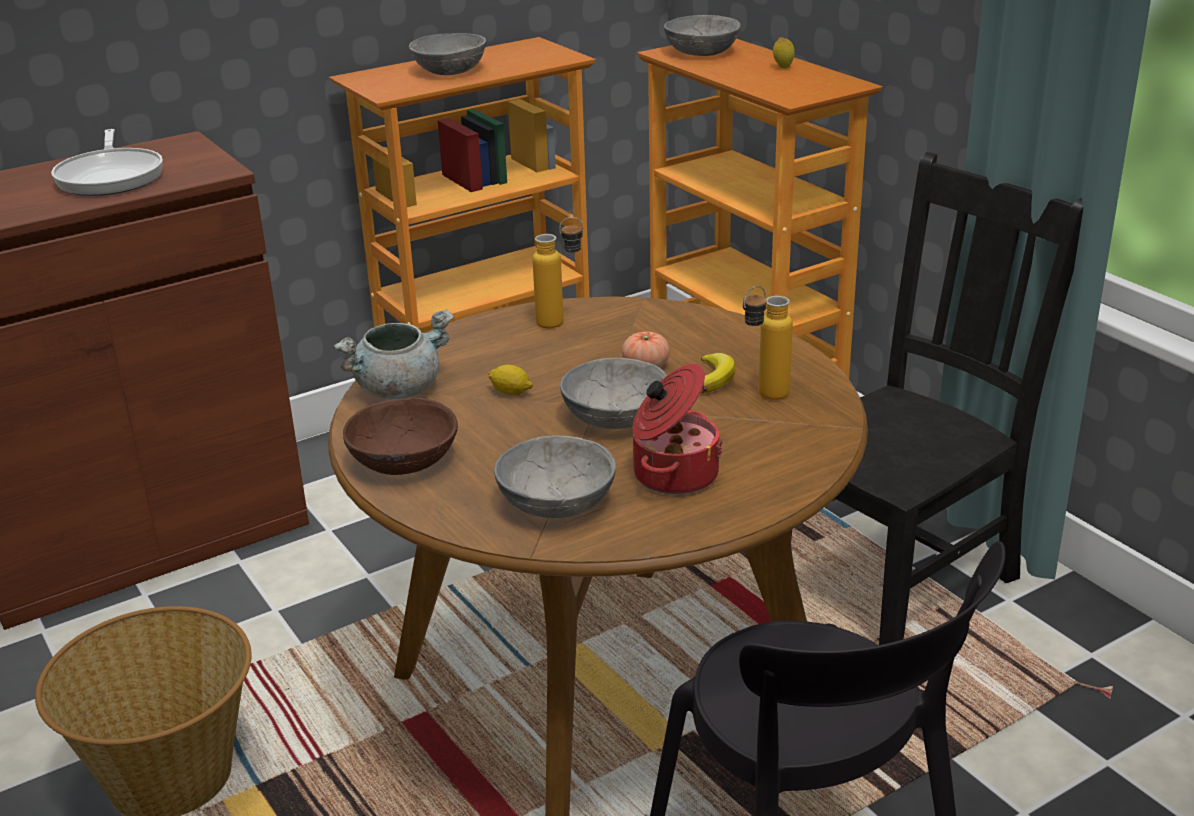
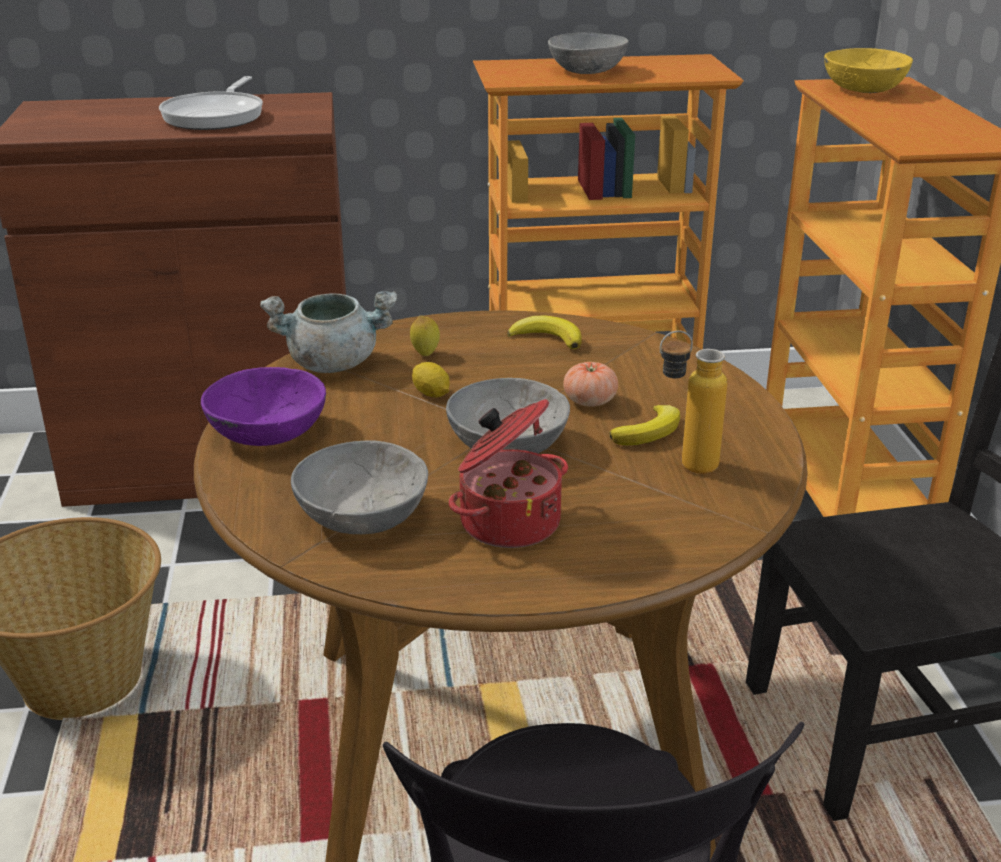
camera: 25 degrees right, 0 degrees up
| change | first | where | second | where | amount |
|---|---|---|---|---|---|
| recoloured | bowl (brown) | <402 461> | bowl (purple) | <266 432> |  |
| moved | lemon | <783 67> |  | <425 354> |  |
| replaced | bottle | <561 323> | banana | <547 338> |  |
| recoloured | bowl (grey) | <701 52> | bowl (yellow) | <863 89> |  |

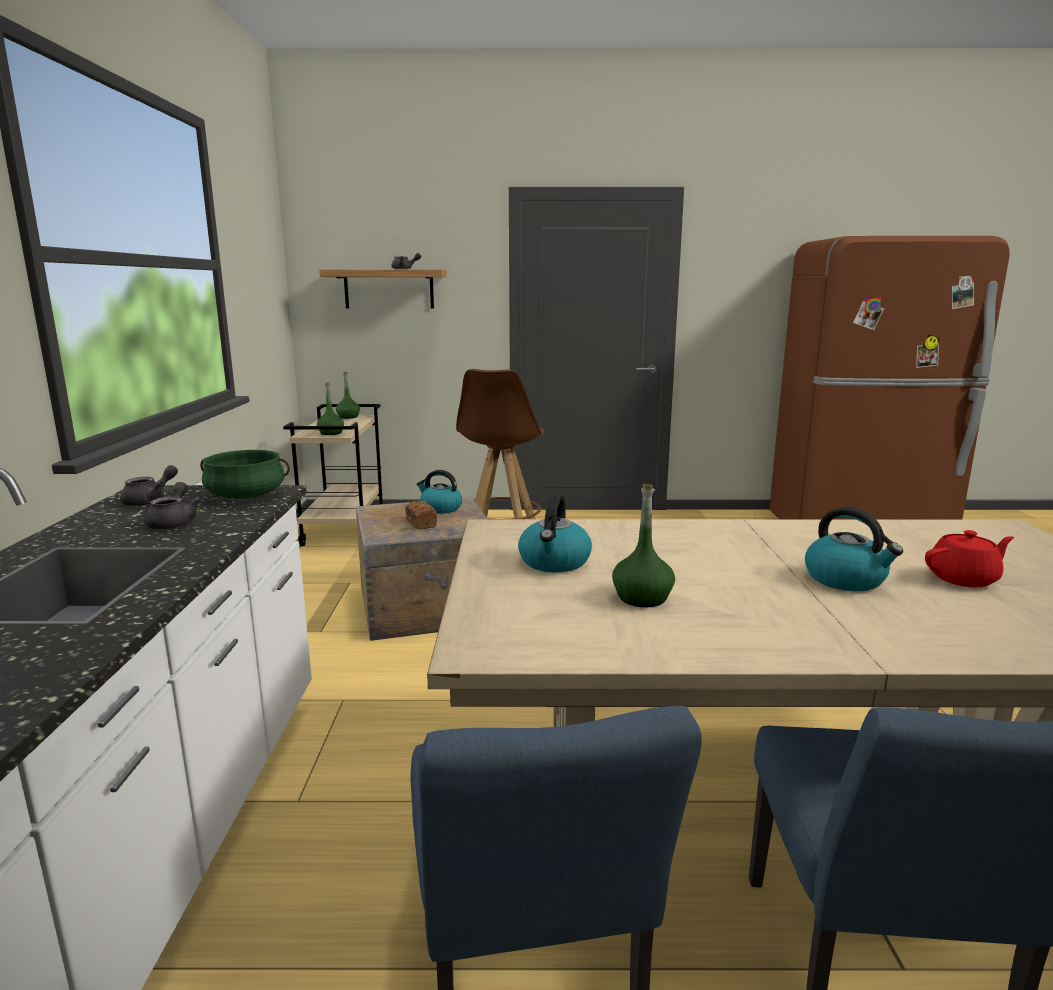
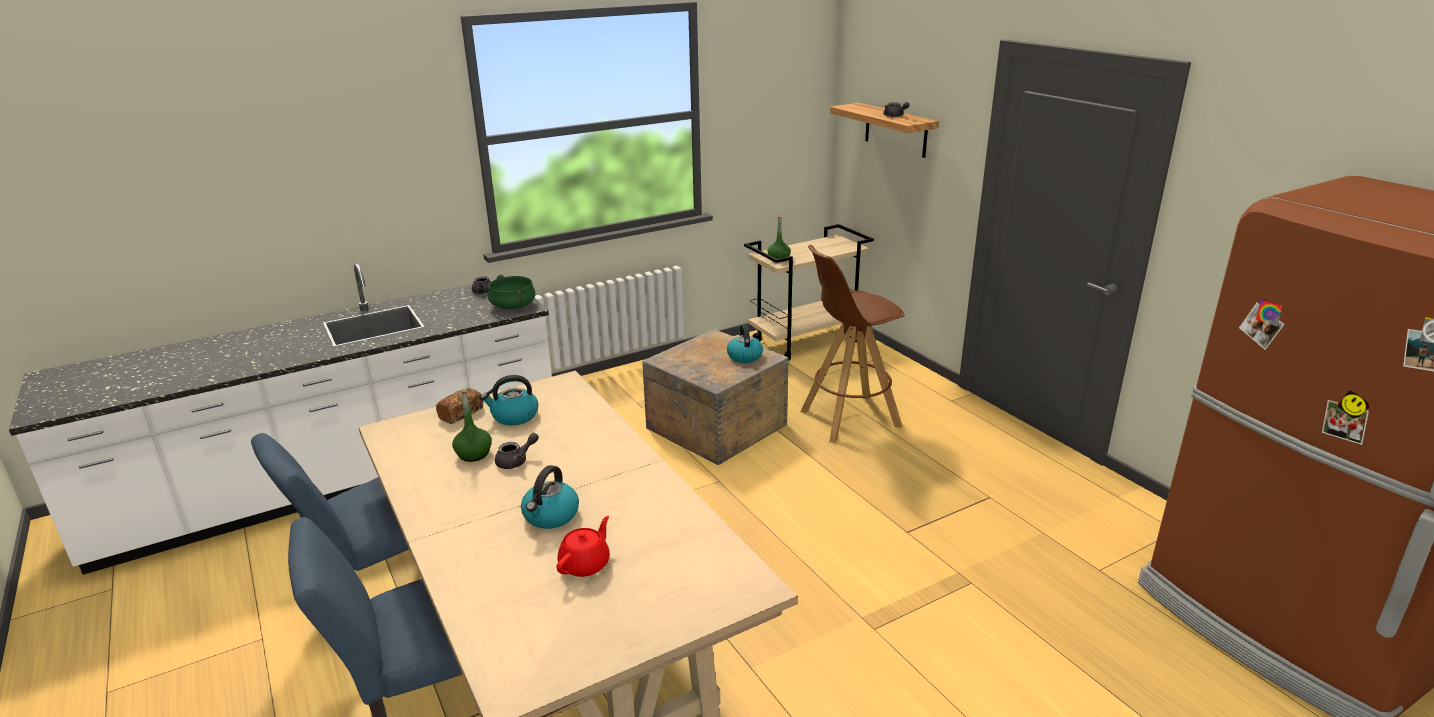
camera: 60 degrees right, 10 degrees up
| change | first | where | second | where | amount |
|---|---|---|---|---|---|
| moved | bread | <421 523> |  | <461 413> |  |
| moved | teapot (grey) | <174 522> |  | <516 461> |  |
| turned | teapot (red) | <964 579> |  | <585 564> | 105 degrees counterclockwise |
| removed | bottle (green) | <348 417> |  |  |  |

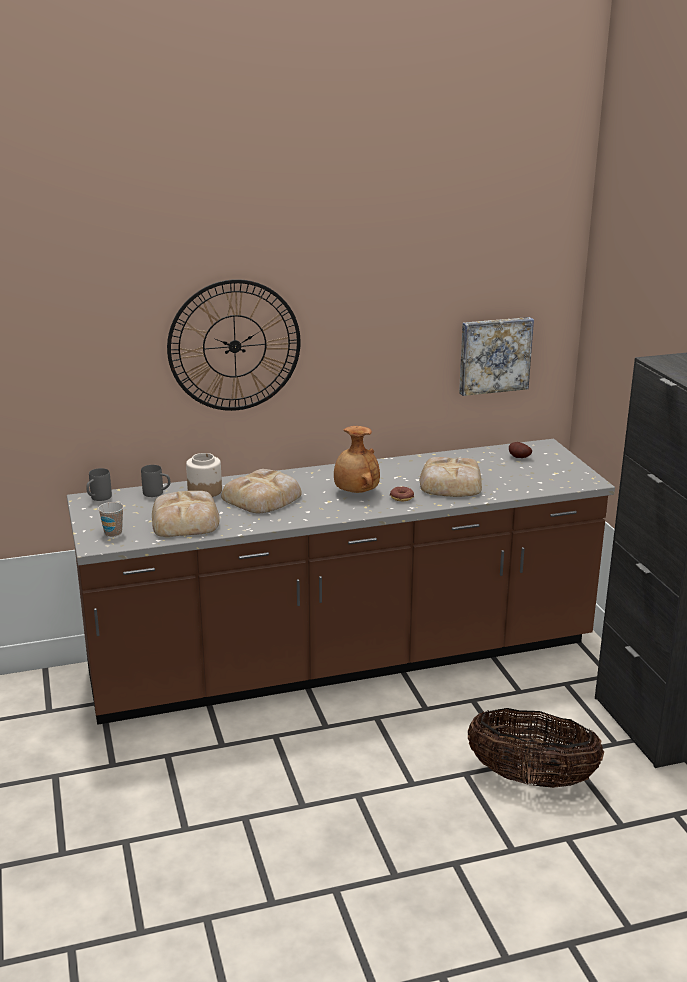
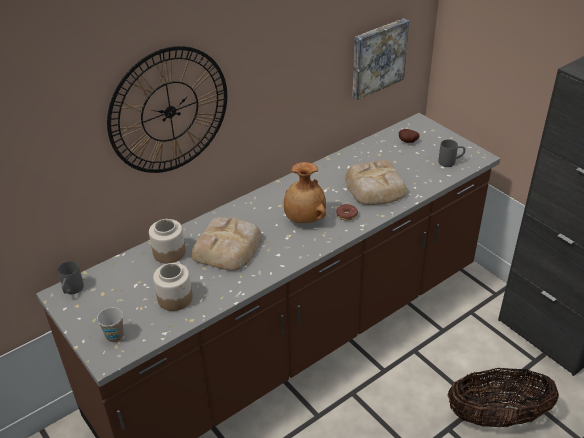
camera: 20 degrees left, 15 degrees up
| change | first | where | second | where | amount |
|---|---|---|---|---|---|
| replaced | bread | <186 520> | jar | <175 298> |  |
| moved | mug (grey) | <157 493> |  | <450 162> |  |

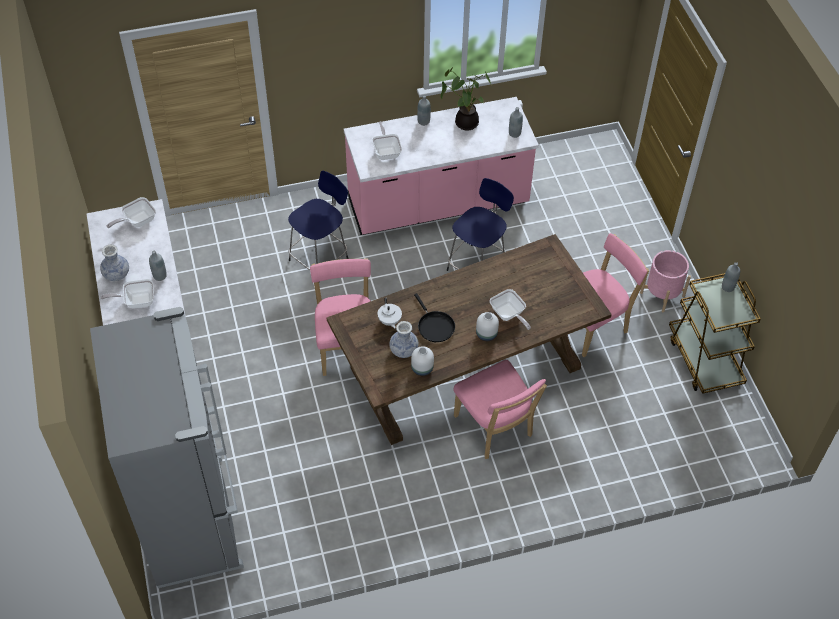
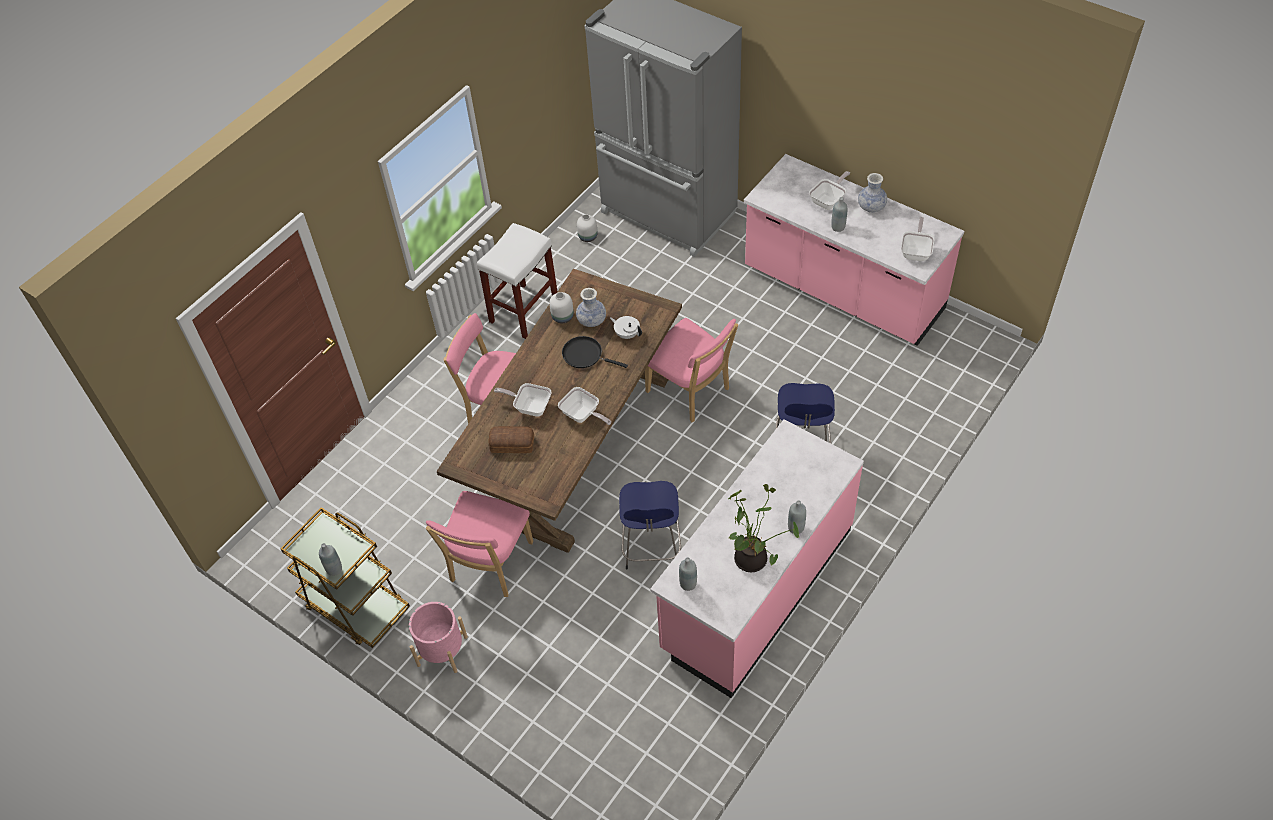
camera: 145 degrees right, 0 degrees up
| change | first | where | second | where | amount |
|---|---|---|---|---|---|
| added |  |  | stool (white) | <524 310> |  |
| added |  |  | bread | <513 444> |  |
| moved | frying pan | <386 151> |  | <582 415> |  |
| moved | vase (white) | <487 334> |  | <587 237> |  |

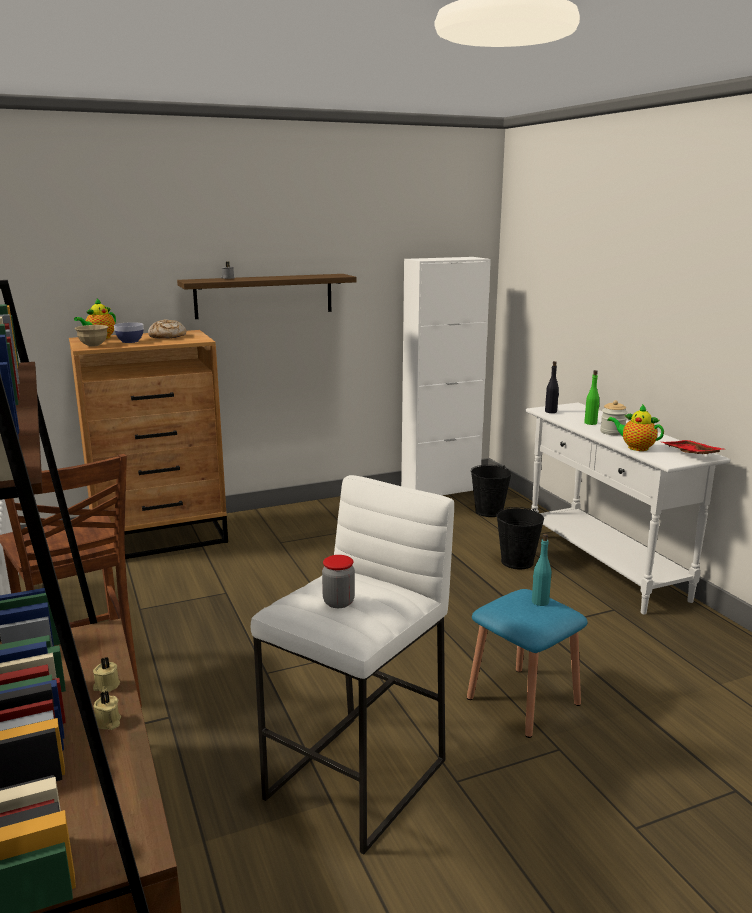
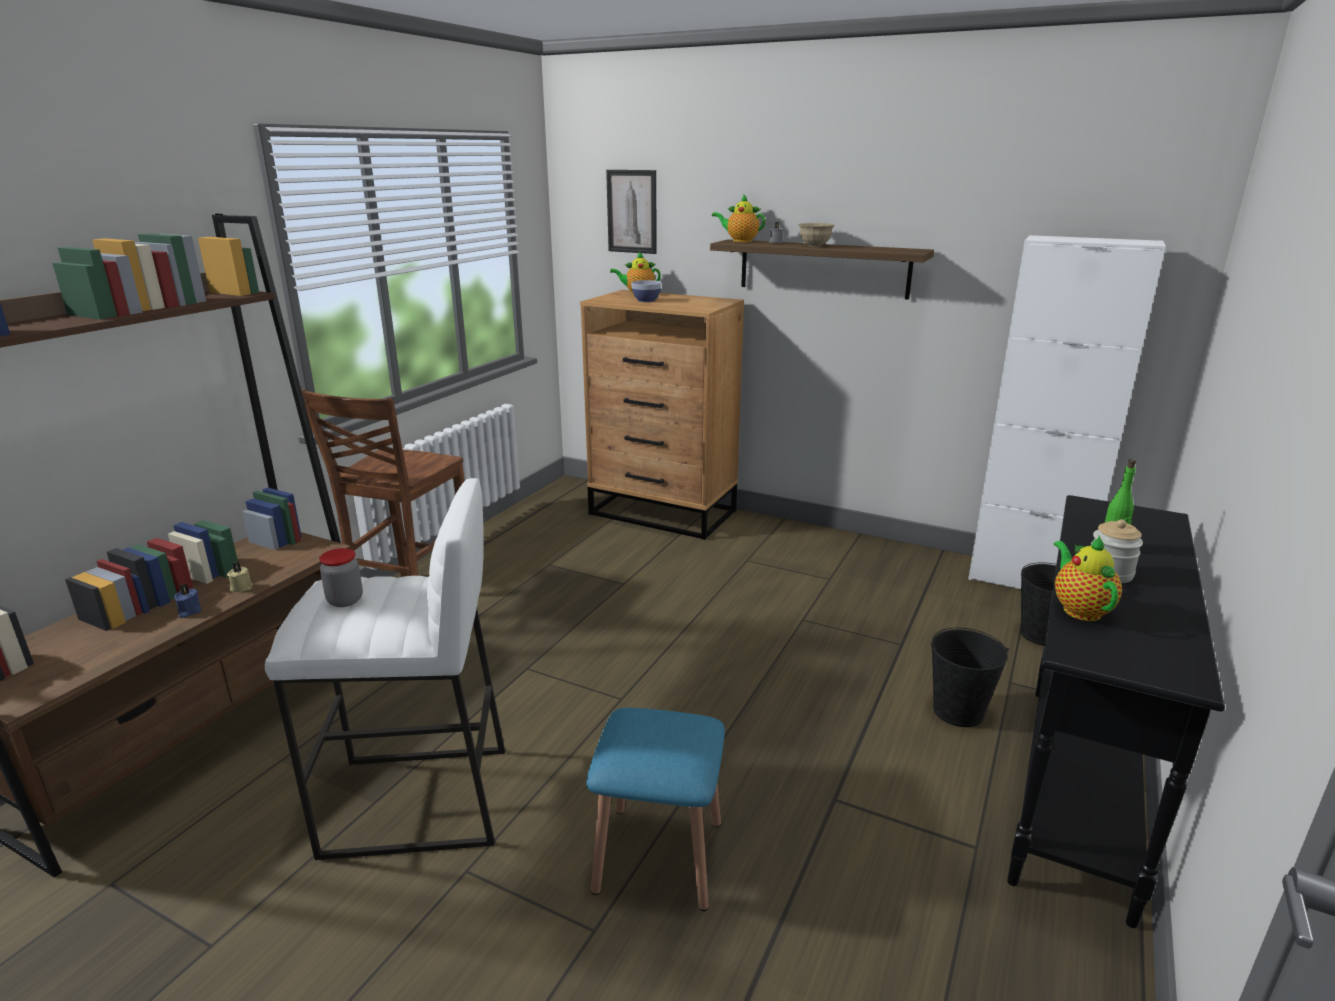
camera: 50 degrees right, 5 degrees up
| change | first | where | second | where | amount |
|---|---|---|---|---|---|
| recoloured | candle (beige) | <108 723> | candle (blue) | <189 611> |  |
| added |  |  | picture | <632 211> |  |
| added |  |  | teapot | <740 241> |  |
| moved | bowl (beige) | <93 345> |  | <815 245> |  |
| recoloured | console table (white) | <604 568> | console table (black) | <1075 790> |  |
| removed | bread | <167 336> |  |  |  |
| removed | bottle (turquoise) | <540 601> |  |  |  |
| removed | bottle (black) | <551 411> |  |  |  |
| removed | tray (red) | <689 454> |  |  |  |

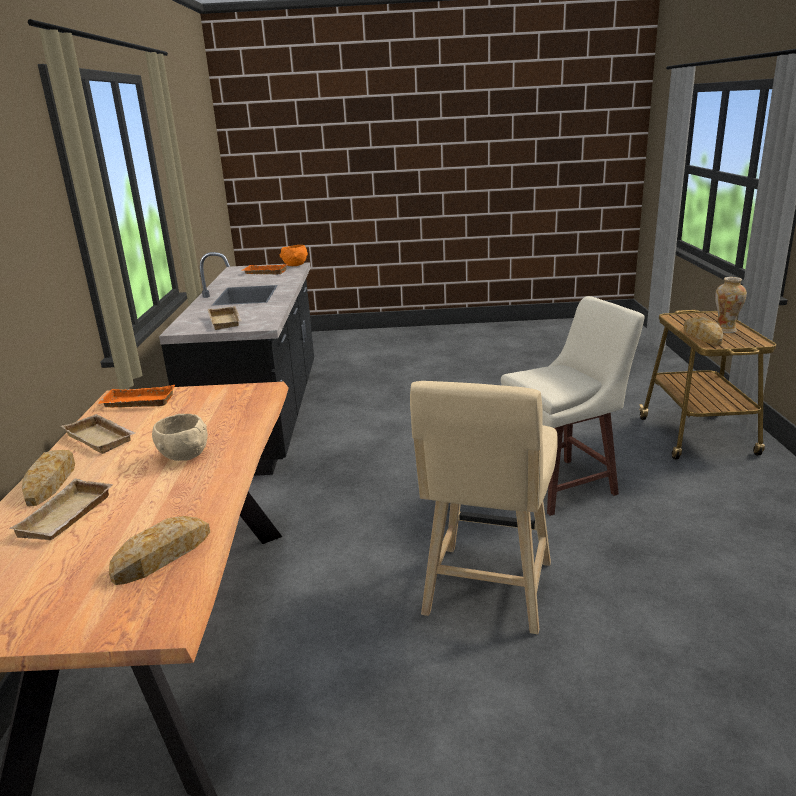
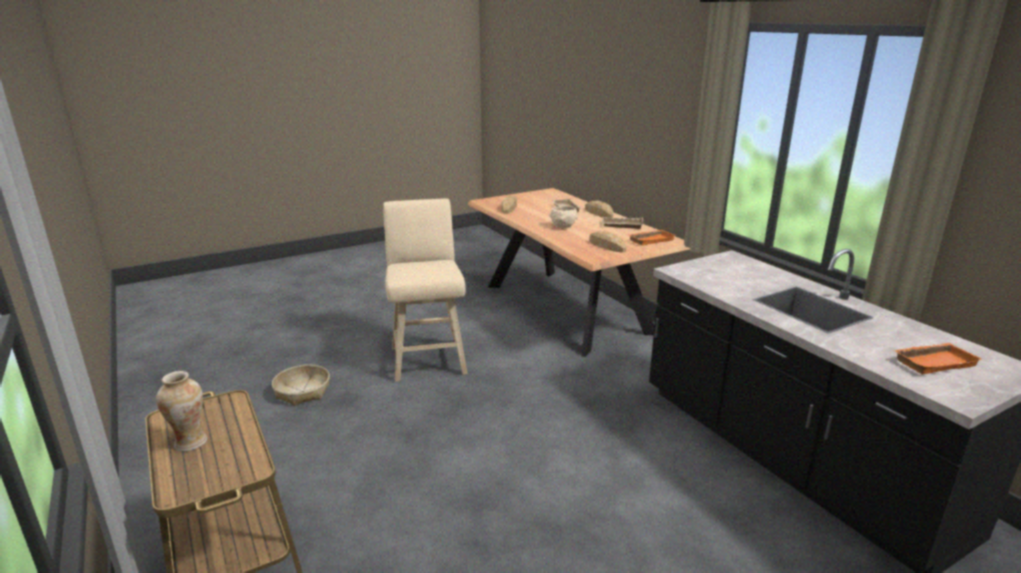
camera: 150 degrees right, 0 degrees up
| change | first | where | second | where | amount |
|---|---|---|---|---|---|
| added |  |  | basket | <302 392> |  |
| moved | bread | <702 335> |  | <606 246> |  |
| removed | tray (beige) | <227 322> |  |  |  |
| removed | bowl (orange) | <295 265> |  |  |  |
| removed | stool (beige) | <563 486> |  |  |  |

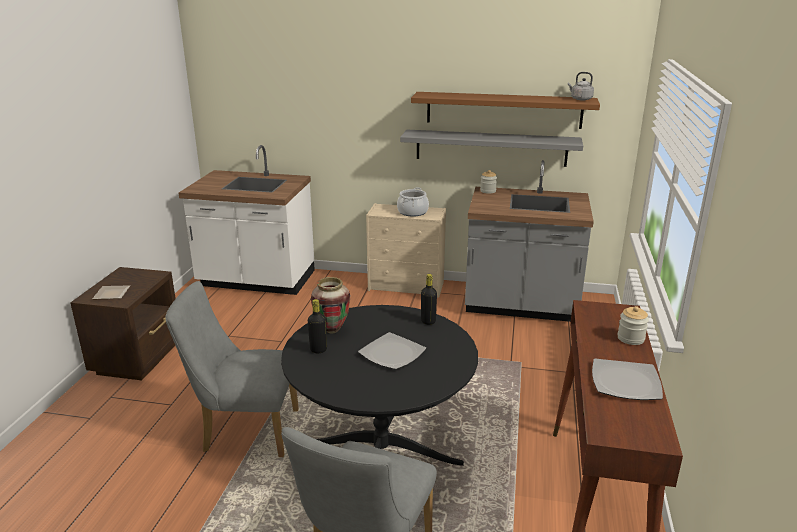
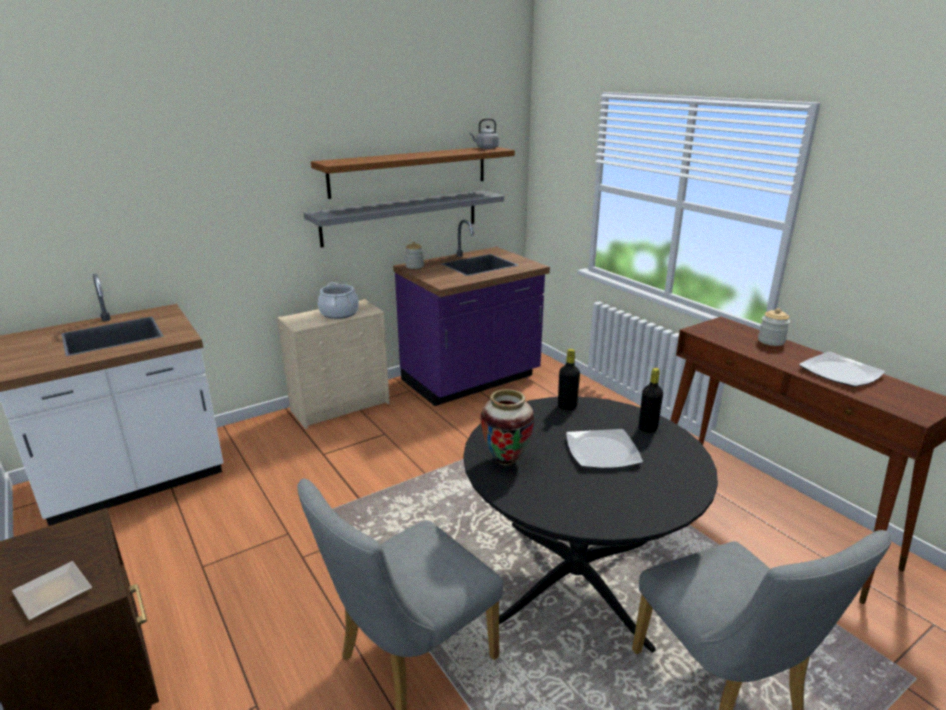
camera: 45 degrees left, 0 degrees up
| change | first | where | second | where | amount |
|---|---|---|---|---|---|
| recoloured | counter (grey) | <521 305> | counter (purple) | <471 380> |  |
| moved | bottle (black) | <318 350> |  | <647 428> |  |

